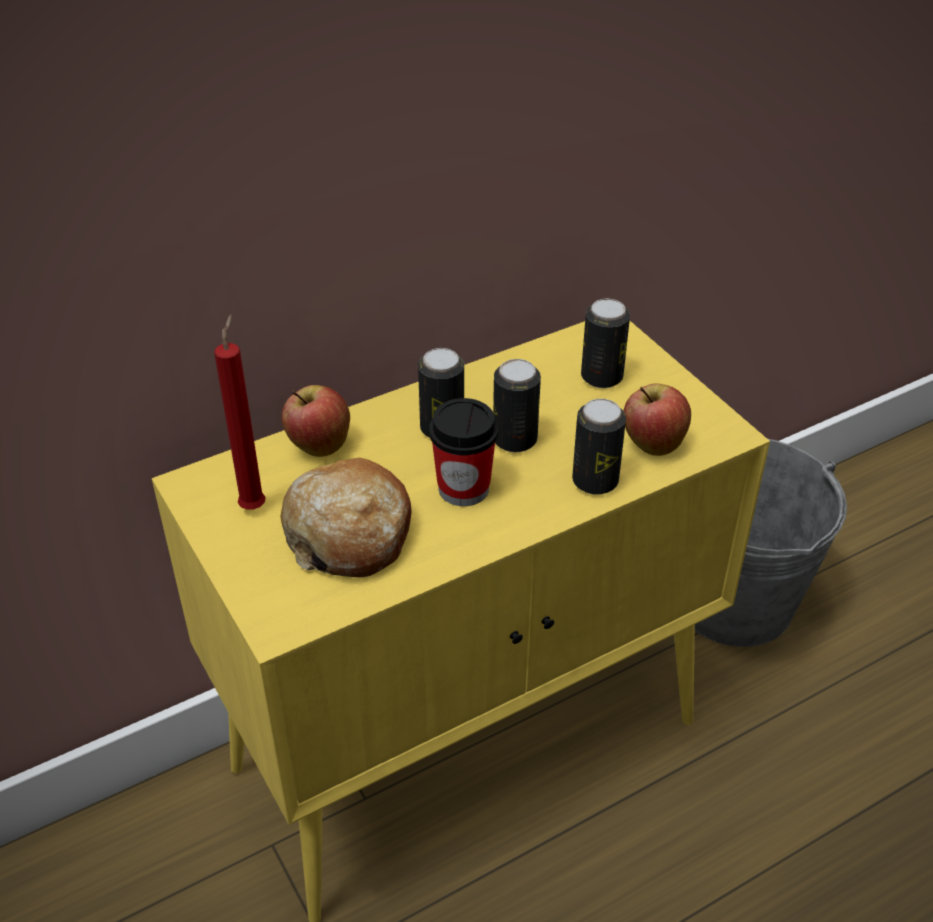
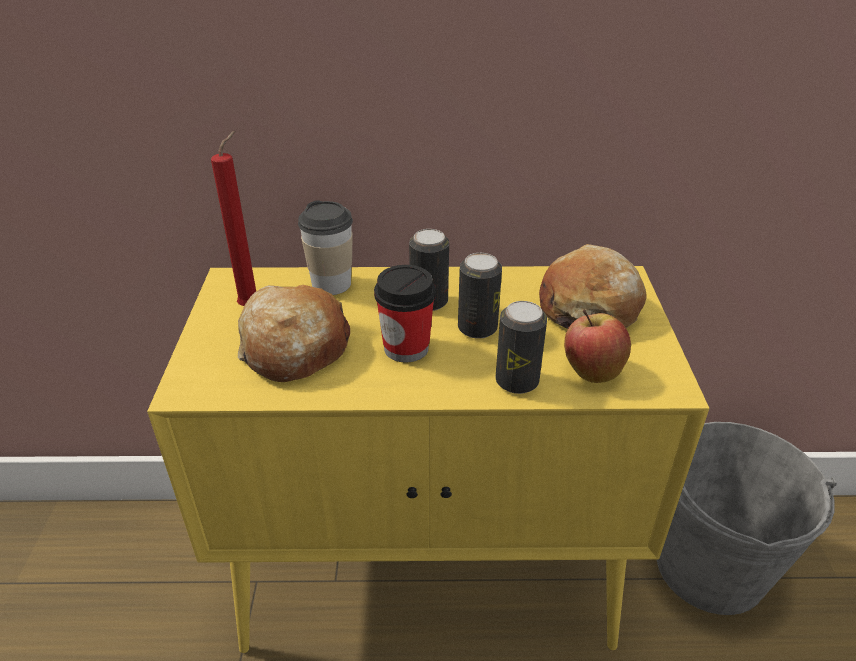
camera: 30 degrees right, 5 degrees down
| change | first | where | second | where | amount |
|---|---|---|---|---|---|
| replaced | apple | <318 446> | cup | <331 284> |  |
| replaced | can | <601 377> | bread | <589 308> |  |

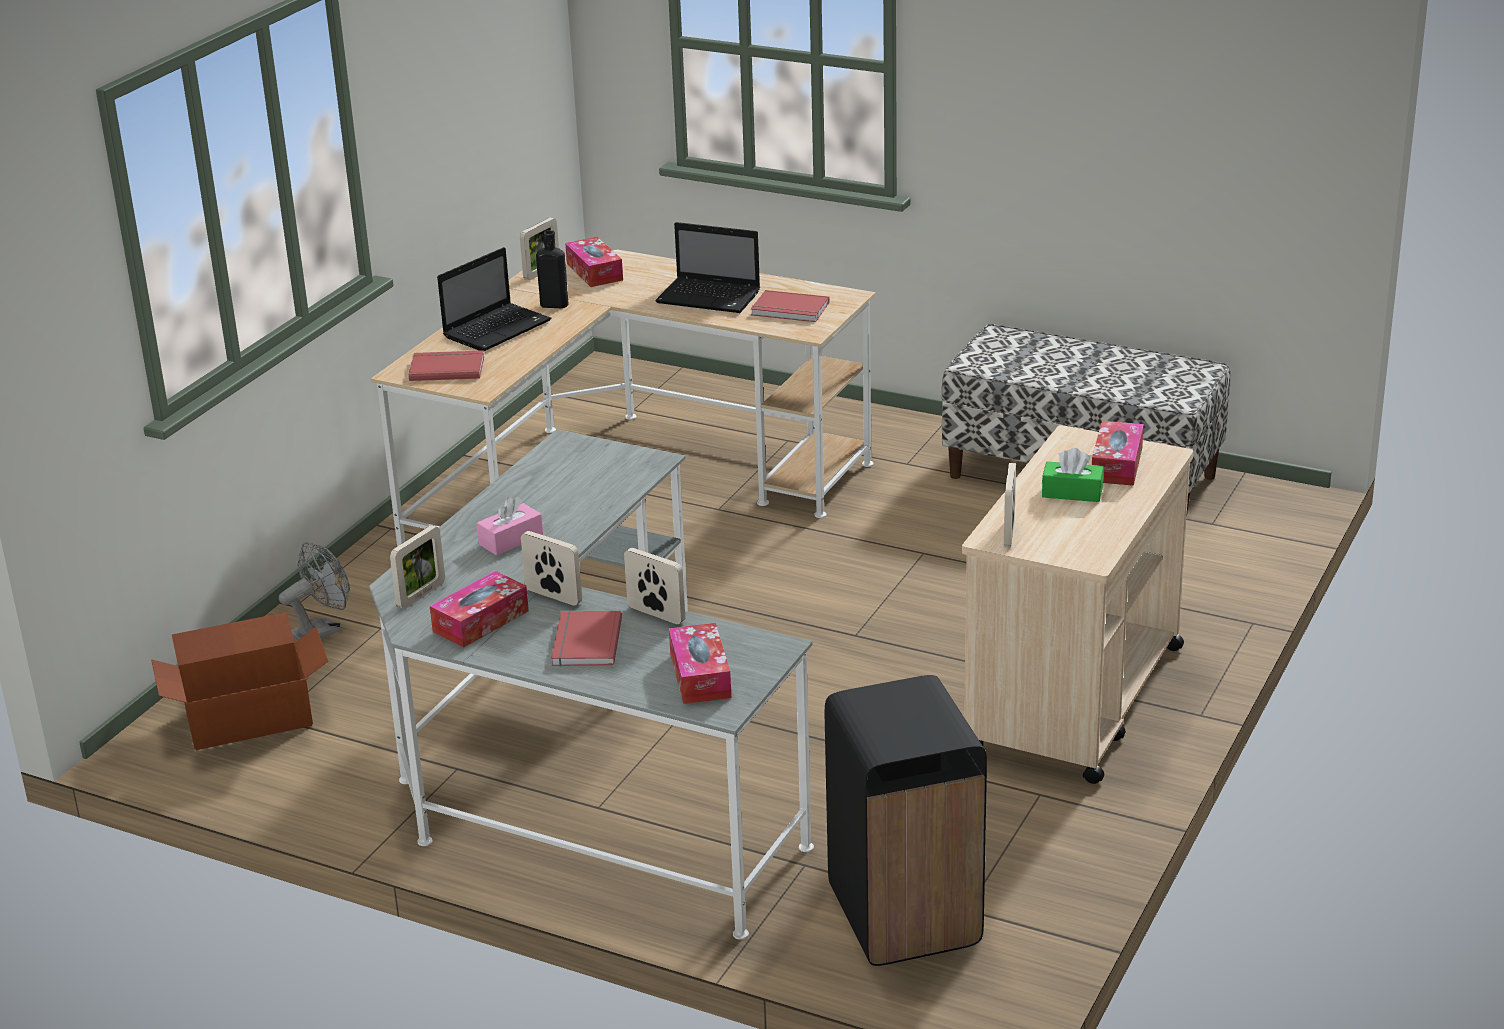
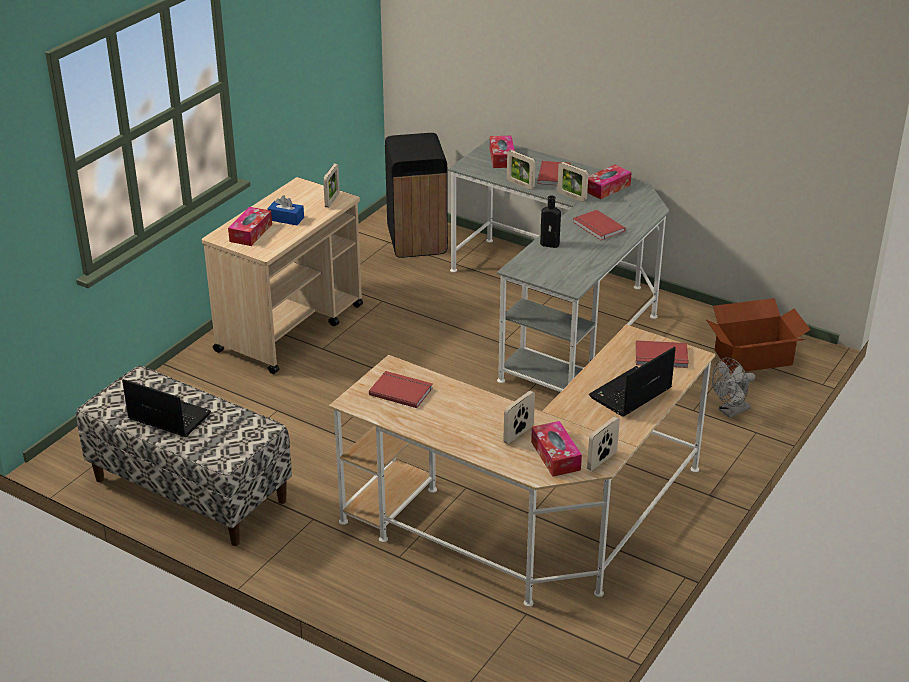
camera: 175 degrees left, 5 degrees up
| change | first | where | second | where | amount |
|---|---|---|---|---|---|
| moved | laptop | <710 297> |  | <167 417> |  |
| recoloured | tissue box (green) | <1072 492> | tissue box (blue) | <286 219> |  |
| moved | picture frame | <421 595> |  | <518 434> |  |
| moved | bottle (black) | <552 305> |  | <551 244> |  |
| replaced | tissue box (pink) | <511 540> | book (red) | <597 227> |  |

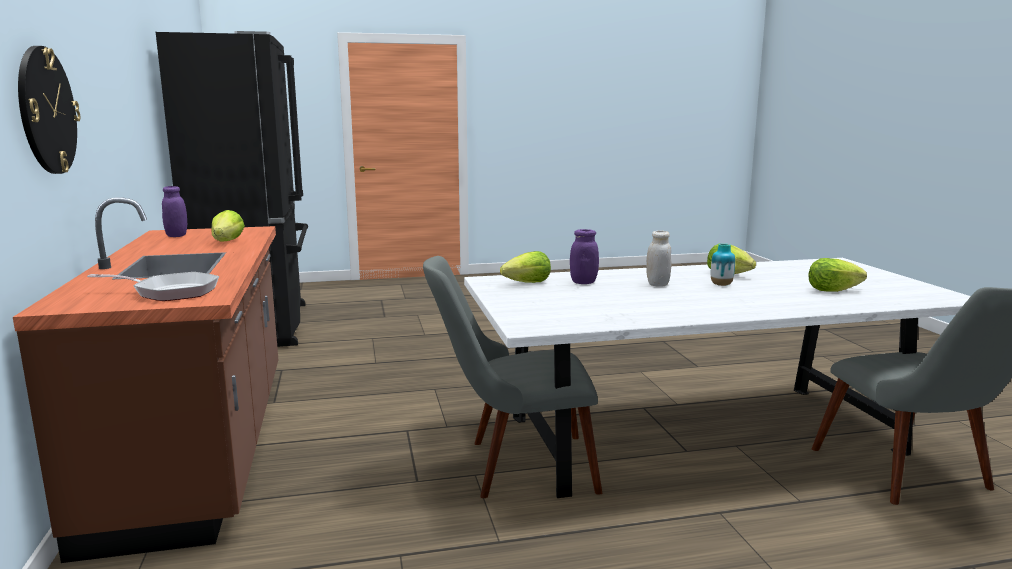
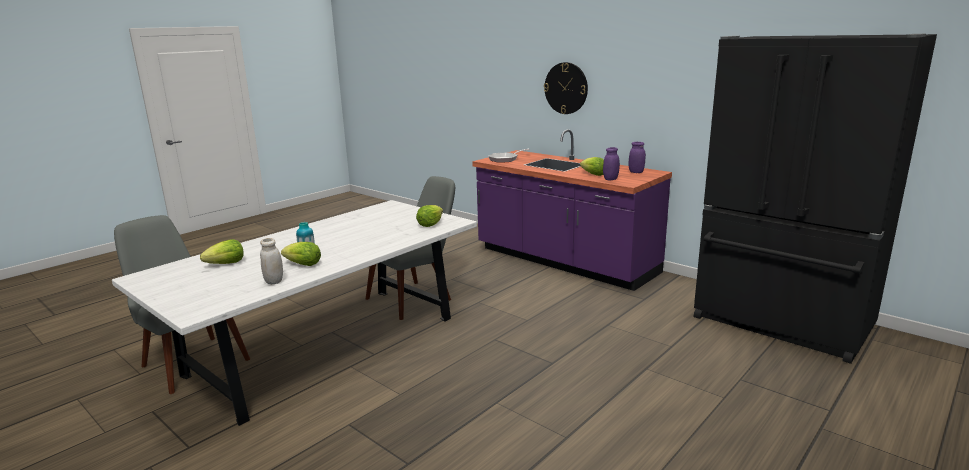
camera: 145 degrees right, 5 degrees up
| change | first | where | second | where | amount |
|---|---|---|---|---|---|
| moved | jar (white) | <657 284> |  | <274 281> |  |
| recoloured | counter (brown) | <201 446> | counter (purple) | <564 261> |  |
| moved | jar (purple) | <583 282> |  | <610 179> |  |

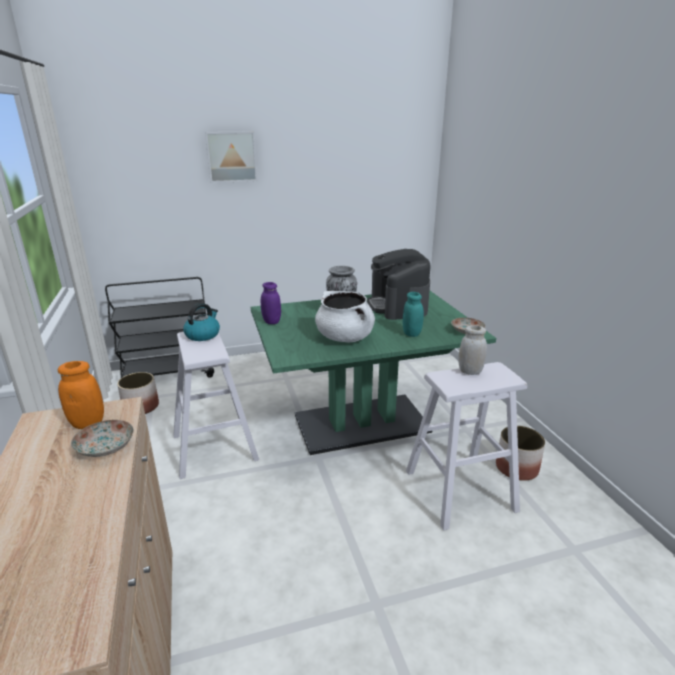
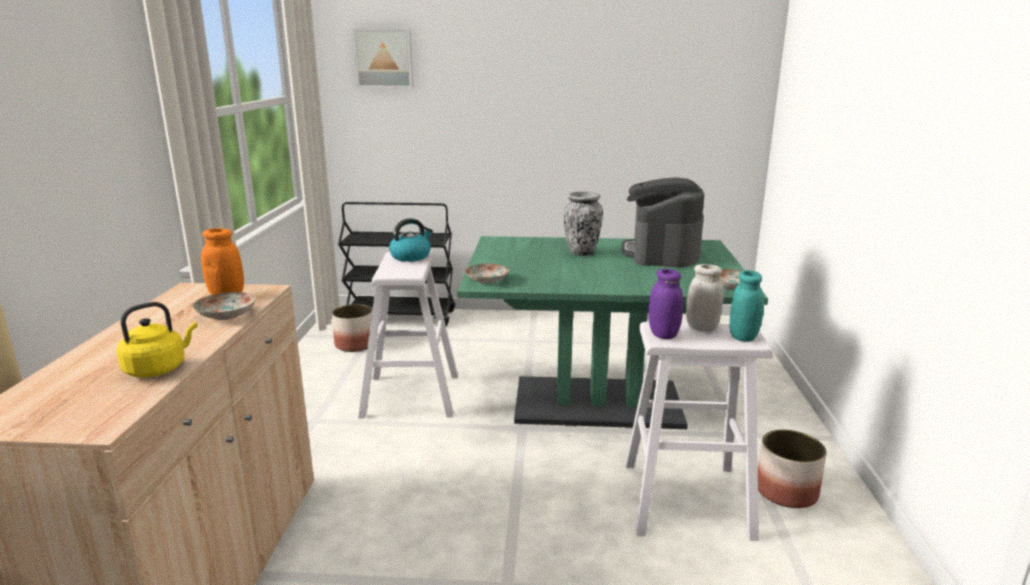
camera: 20 degrees right, 5 degrees down
| change | first | where | second | where | amount |
|---|---|---|---|---|---|
| added |  |  | kettle (yellow) | <159 369> |  |
| moved | picture | <231 157> |  | <384 58> |  |
| added |  |  | plate | <487 280> |  |
| moved | jar (purple) | <271 321> |  | <663 334> |  |
| moved | jar (turquoise) | <411 333> |  | <743 337> |  |
| removed | cooking pot (white) | <345 338> |  |  |  |

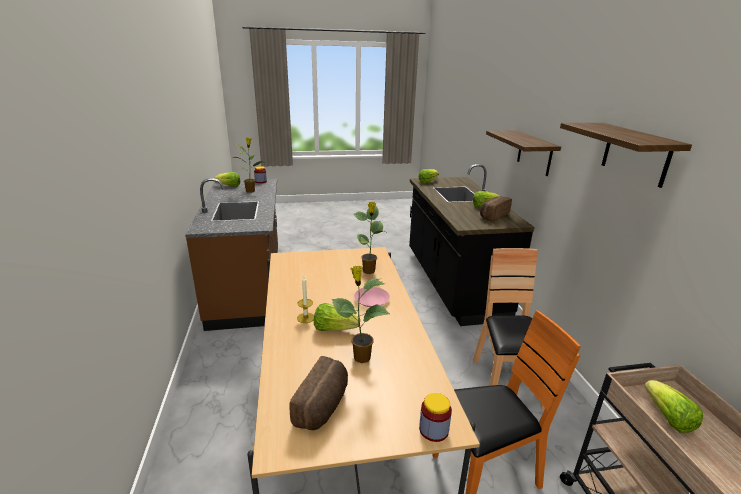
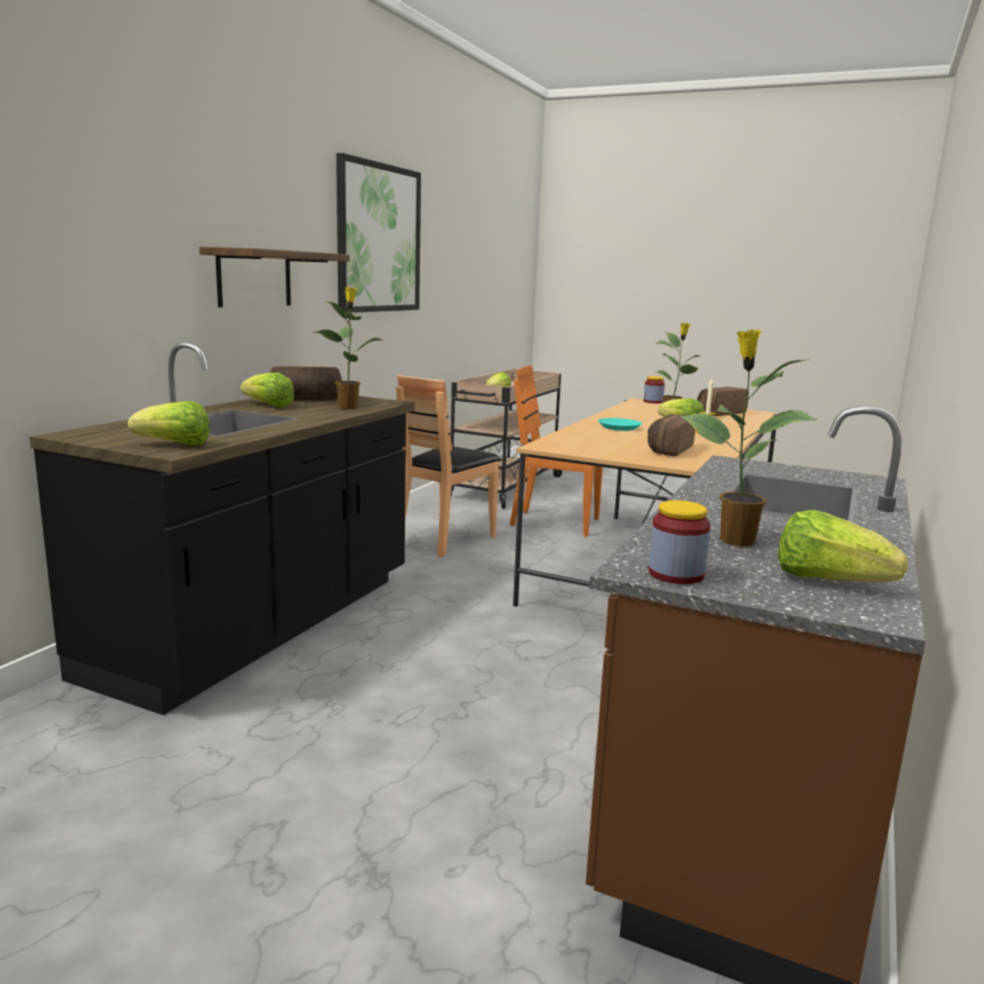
camera: 145 degrees left, 10 degrees down
| change | first | where | second | where | amount |
|---|---|---|---|---|---|
| moved | potted plant | <369 271> |  | <349 407> |  |
| replaced | shelf | <635 154> | picture | <378 238> |  |
| recoloured | plate (pink) | <371 300> | plate (turquoise) | <619 427> |  |
| added |  |  | bread | <667 450> |  |

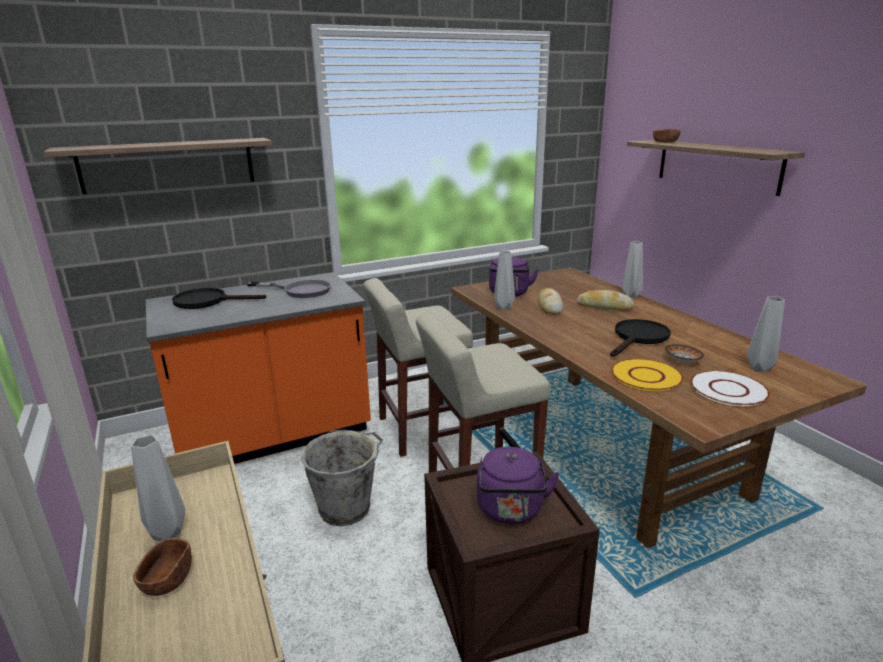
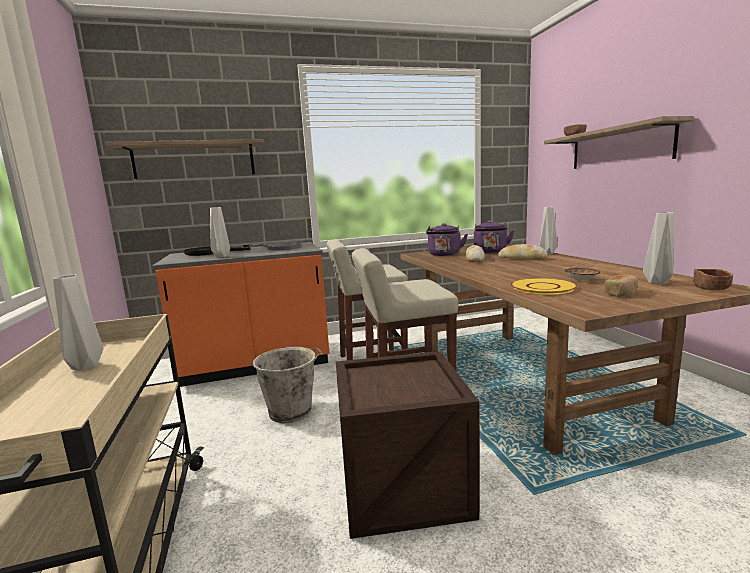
camera: 10 degrees right, 10 degrees down
| change | first | where | second | where | amount |
|---|---|---|---|---|---|
| moved | vase (grey) | <504 307> |  | <222 256> |  |
| moved | kettle (purple) | <511 511> |  | <490 252> |  |
| replaced | plate (white) | <728 390> | bread | <621 293> |  |
| moved | bowl (brown) | <167 580> |  | <710 288> |  |
| removed | frying pan (black) | <638 338> |  |  |  |

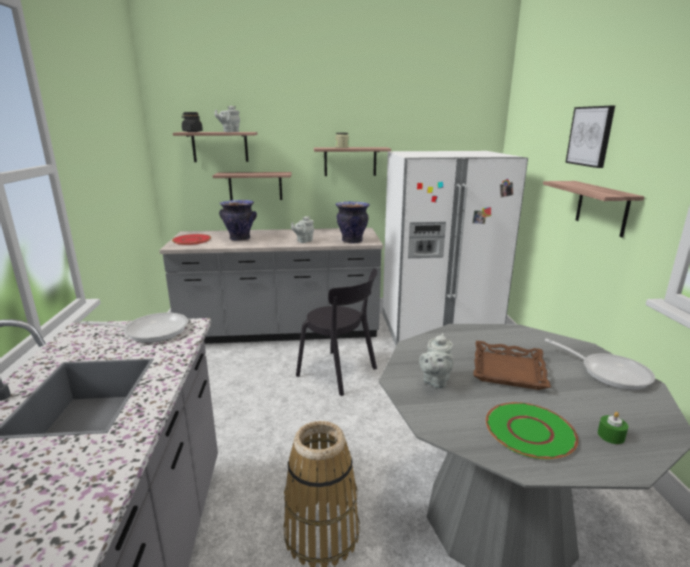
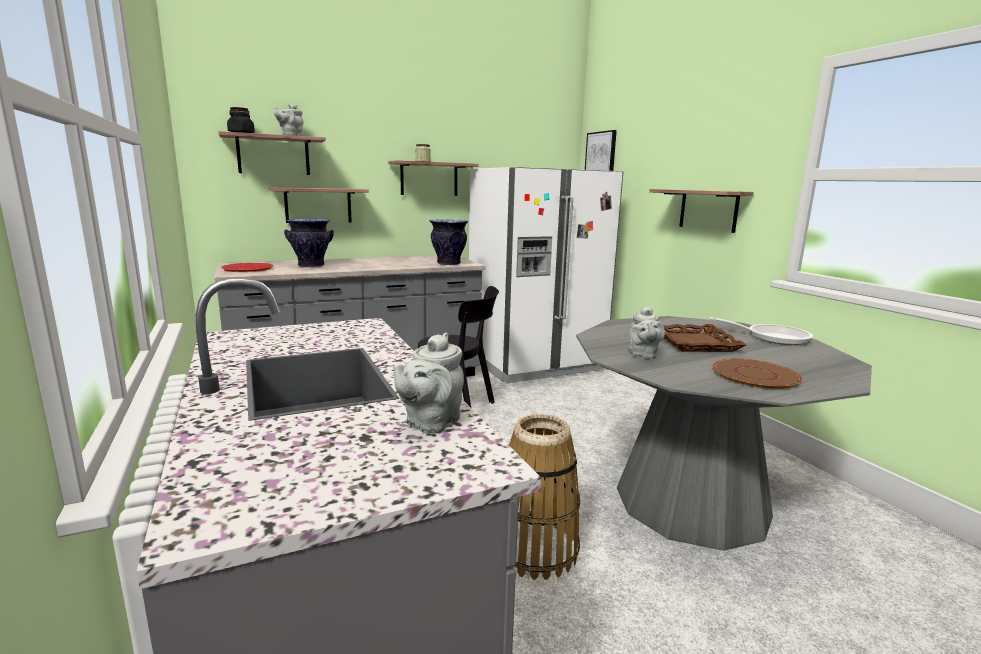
camera: 20 degrees left, 5 degrees down
| change | first | where | second | where | amount |
|---|---|---|---|---|---|
| moved | teapot (grey) | <303 241> |  | <430 422> |  |
| moved | picture | <590 136> |  | <601 154> |  |
| recoloured | plate (green) | <530 432> | plate (brown) | <756 375> |  |
| removed | frying pan | <151 331> |  |  |  |
| removed | candle (green) | <611 436> |  |  |  |

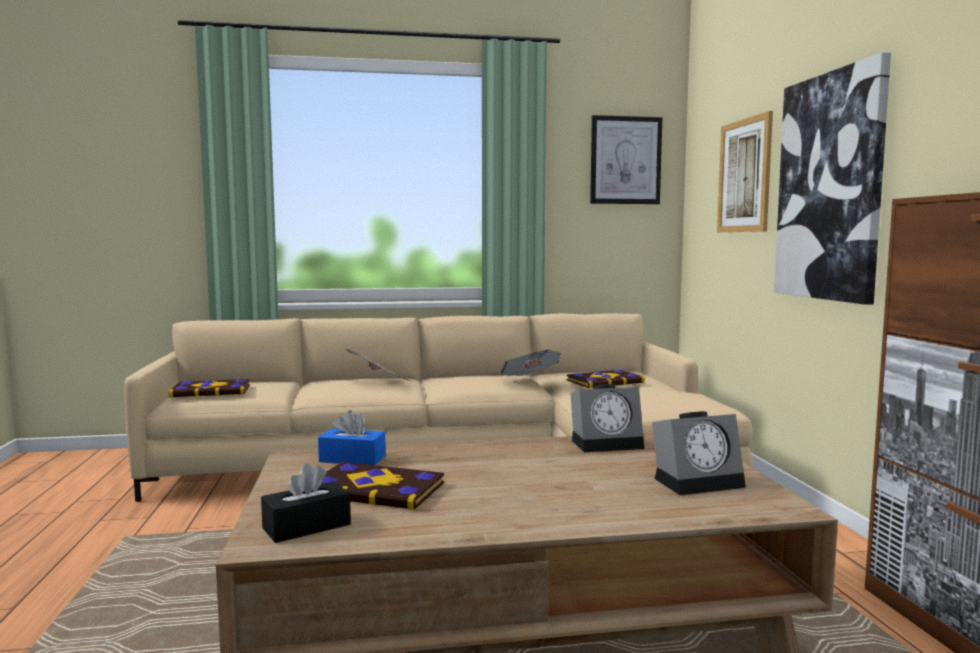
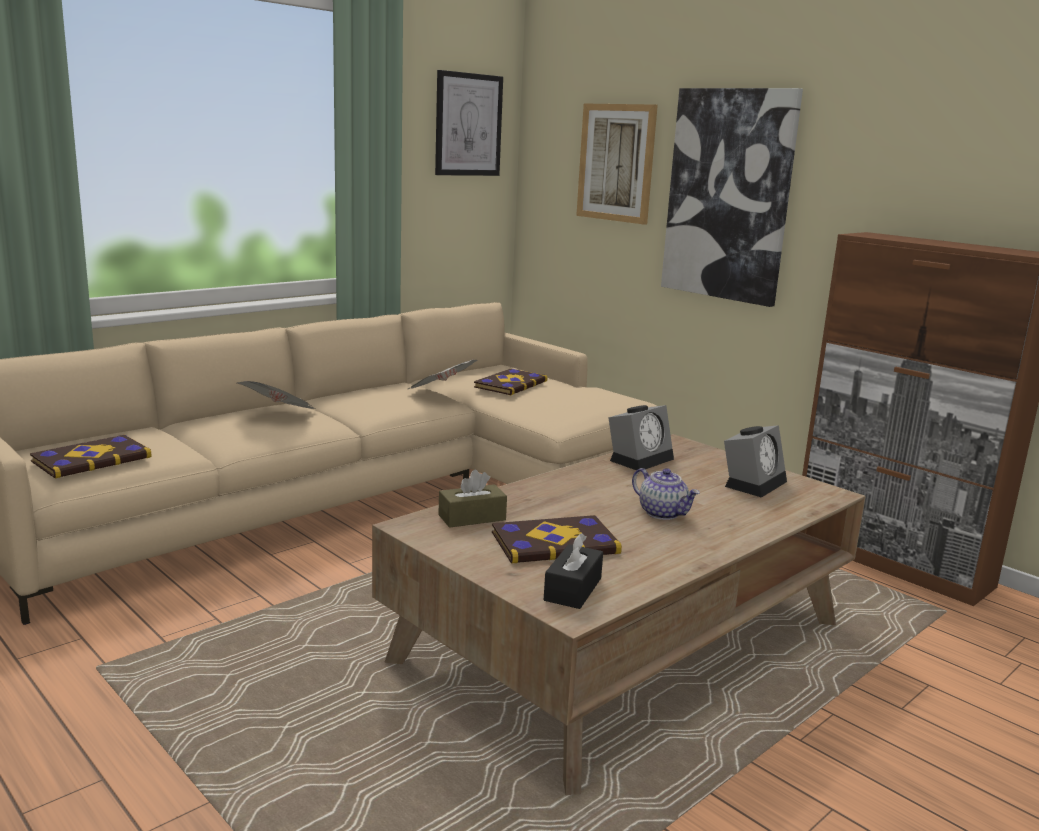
camera: 35 degrees left, 10 degrees up
| change | first | where | second | where | amount |
|---|---|---|---|---|---|
| recoloured | tissue box (blue) | <352 459> | tissue box (brown) | <472 517> |  |
| added |  |  | teapot | <663 513> |  |

